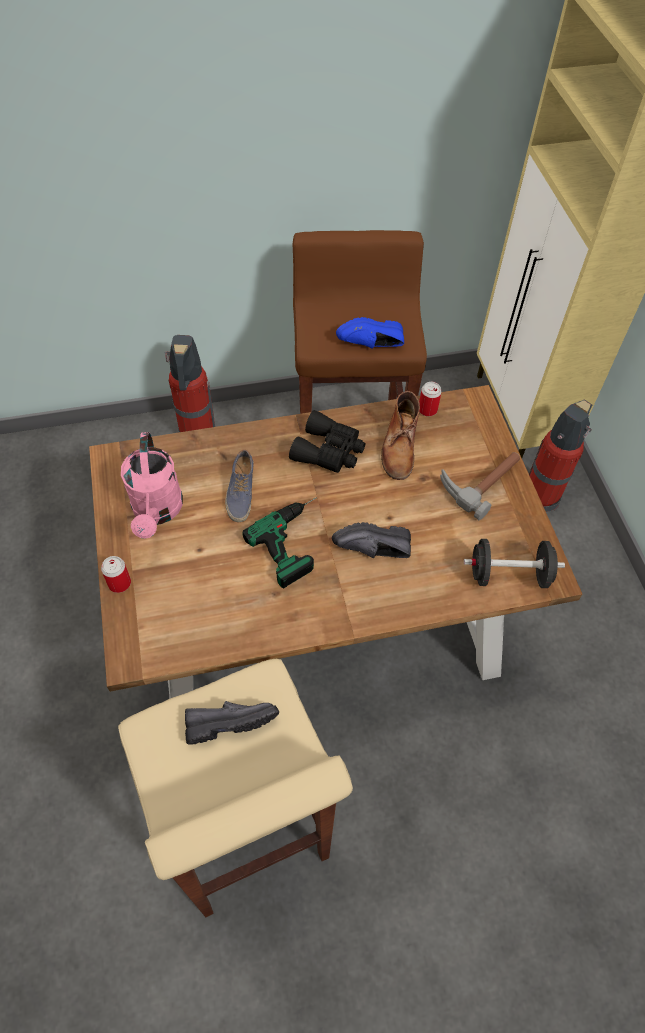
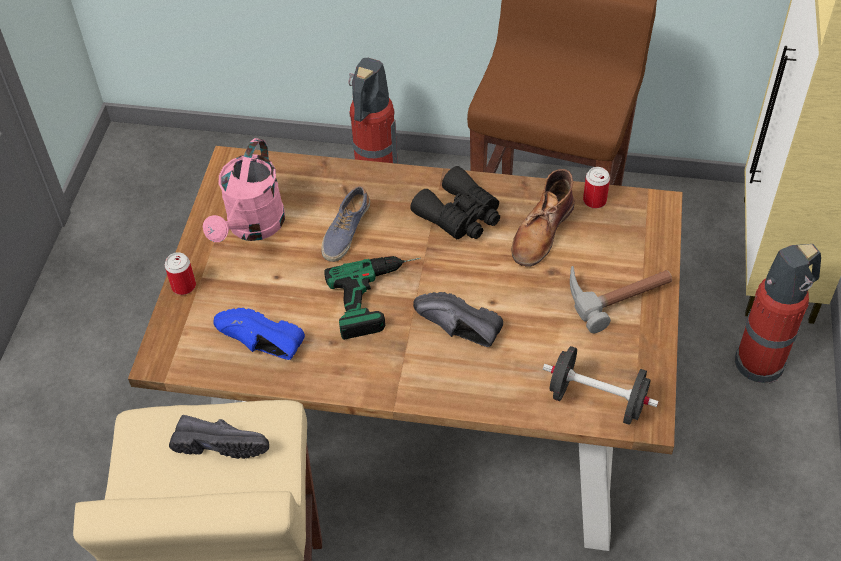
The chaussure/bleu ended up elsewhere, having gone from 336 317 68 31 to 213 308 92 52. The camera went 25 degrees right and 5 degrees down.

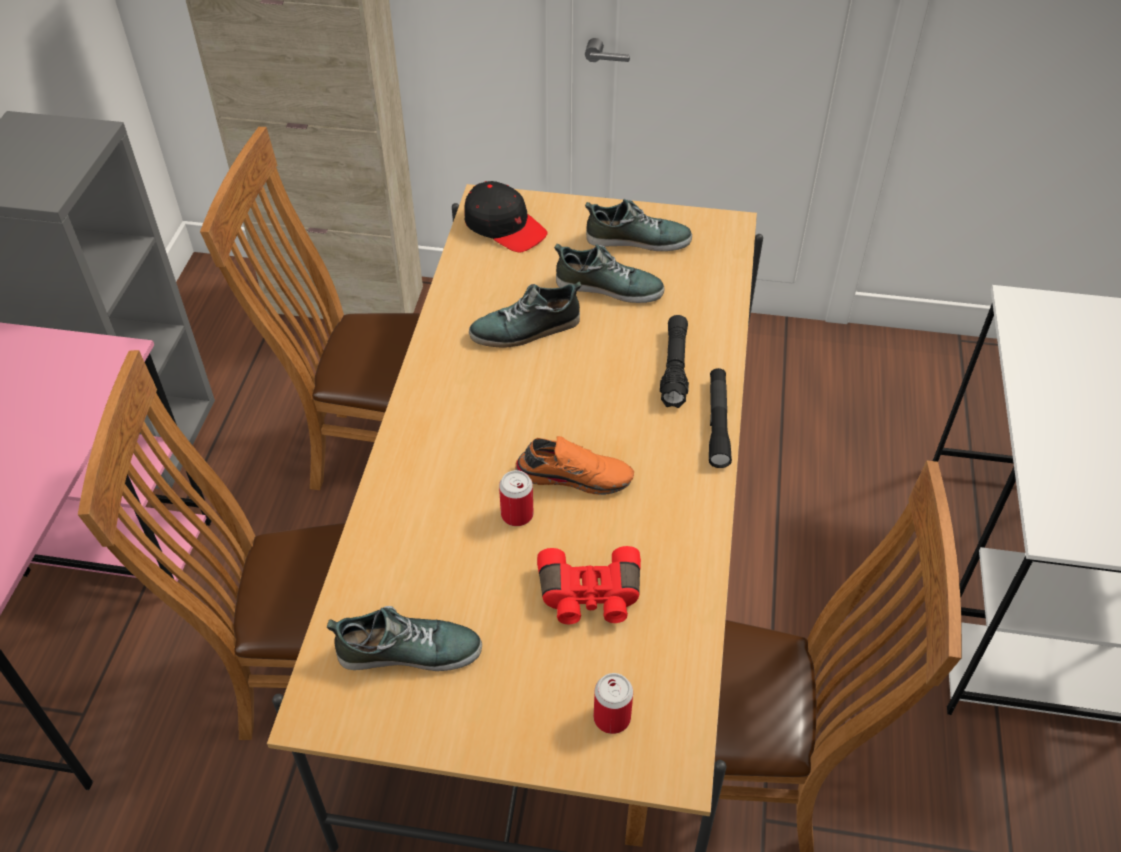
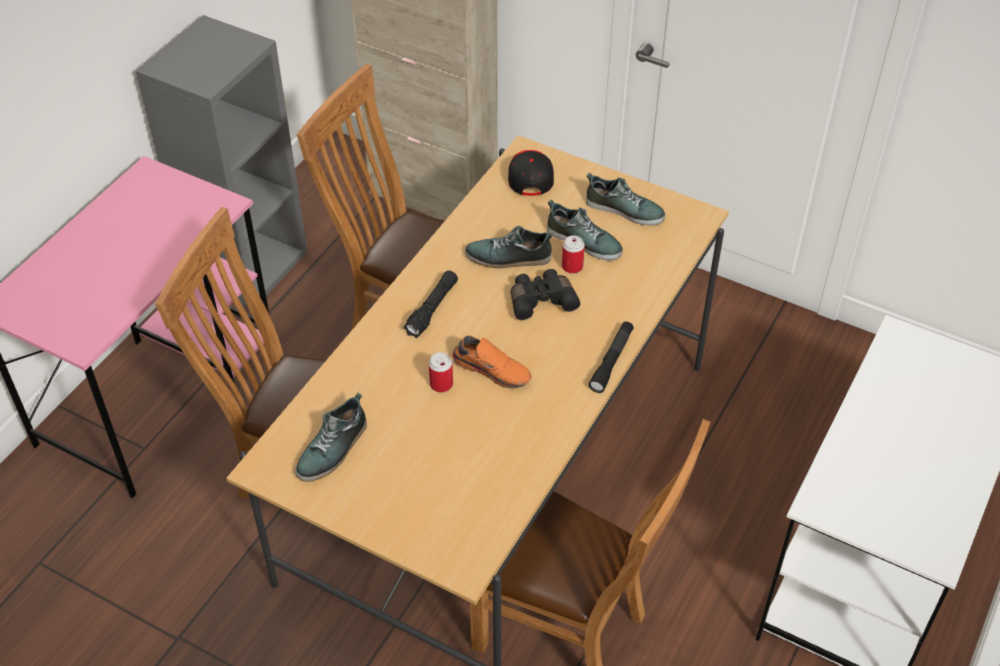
The chaussure at 327 606 155 65 ended up facing another way, 105 degrees clockwise from before. The casquette/noir at 464 181 84 72 ended up facing another way, 150 degrees counterclockwise from before. The second view lost the jumelles/rouge at 537 546 104 78. The boîte métallique ended up elsewhere, having gone from 594 673 39 61 to 562 235 23 39. The lampe de poche/noir ended up elsewhere, having gone from 660 315 29 93 to 404 271 54 67. The second view gained the jumelles/noir at 510 269 70 51. The camera went 20 degrees right and 0 degrees up.

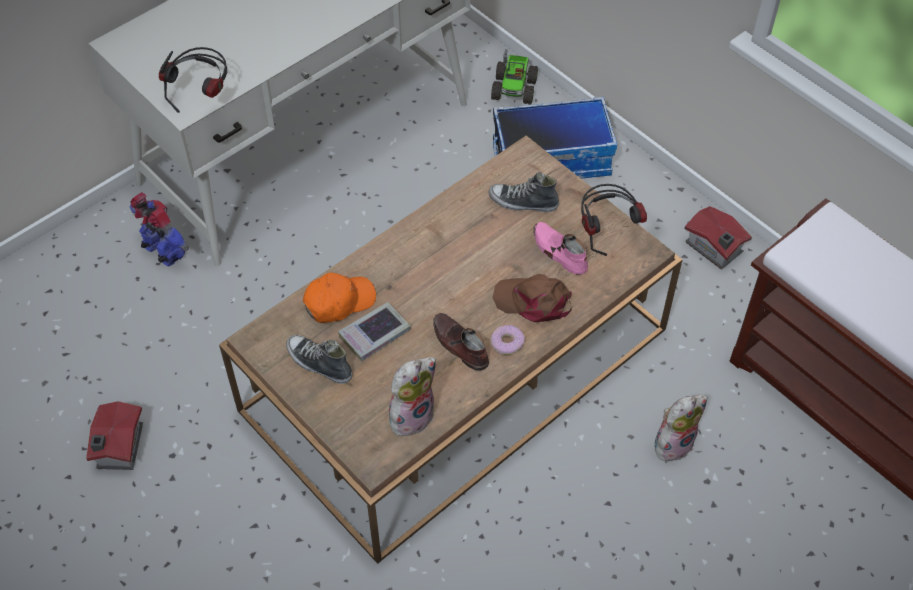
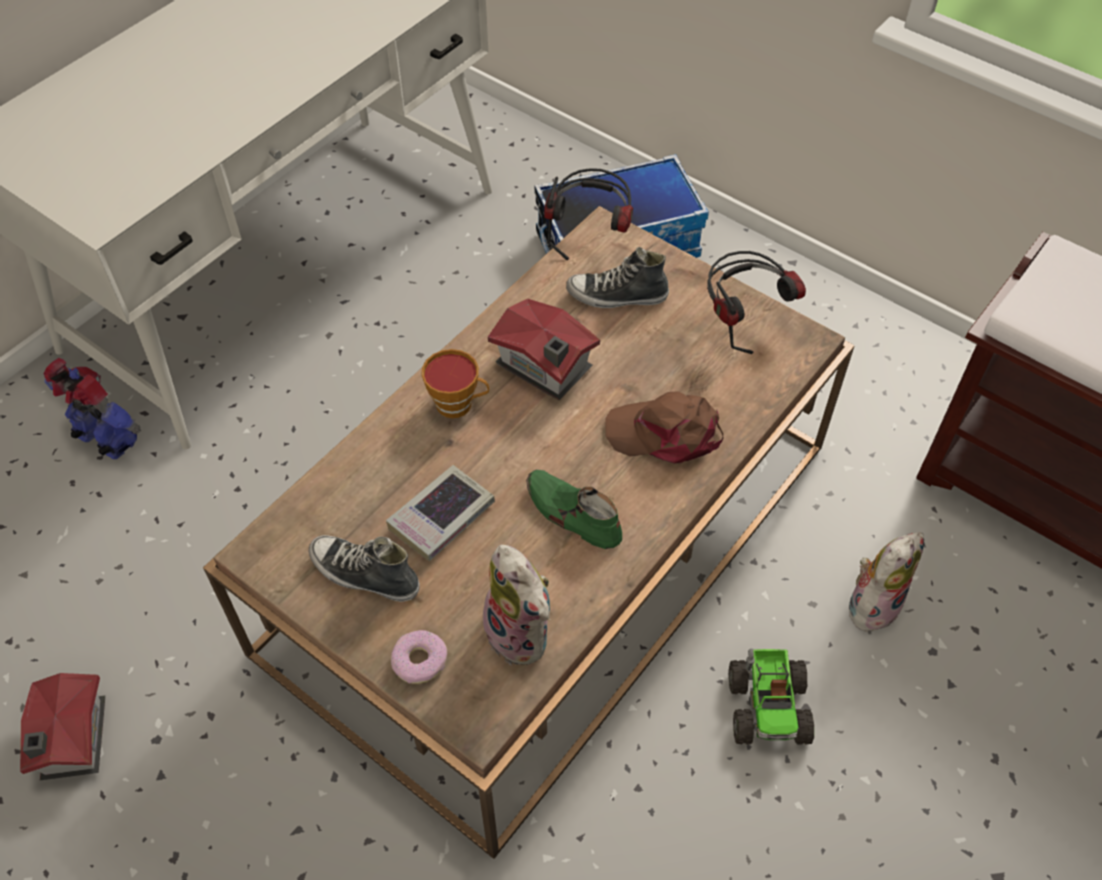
The casque audio ended up elsewhere, having gone from 159 47 68 66 to 544 168 89 92. The second view lost the casquette/orange at 303 272 73 51. The peluche at 389 357 47 81 ended up facing another way, 105 degrees clockwise from before. What was the chaussure/marron at 433 313 56 58 turned into the chaussure/vert at 526 470 96 79. The camion jouet ended up elsewhere, having gone from 491 49 47 55 to 729 649 85 96. The beignet ended up elsewhere, having gone from 491 325 34 30 to 391 630 56 54. The second view lost the chaussure/rose at 534 222 54 53. The maison miniature ended up elsewhere, having gone from 684 206 68 64 to 488 299 112 102. The second view gained the tasse at 421 349 68 69. The camera went 10 degrees left and 0 degrees up.

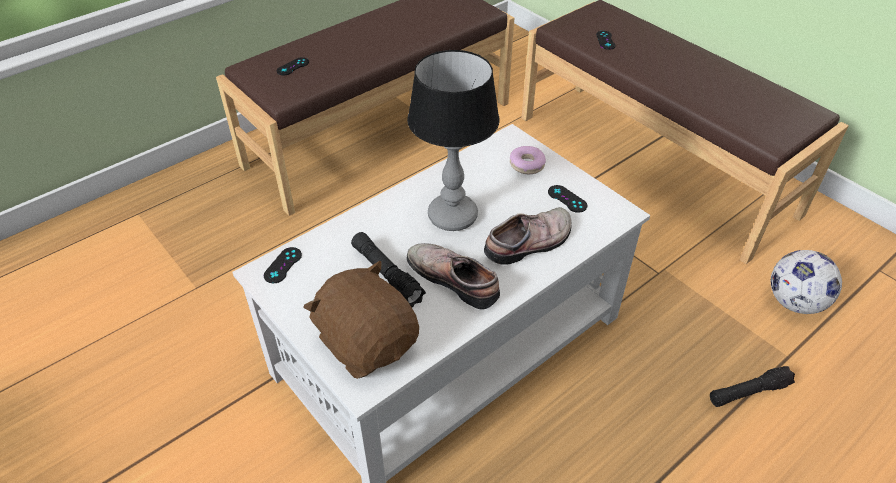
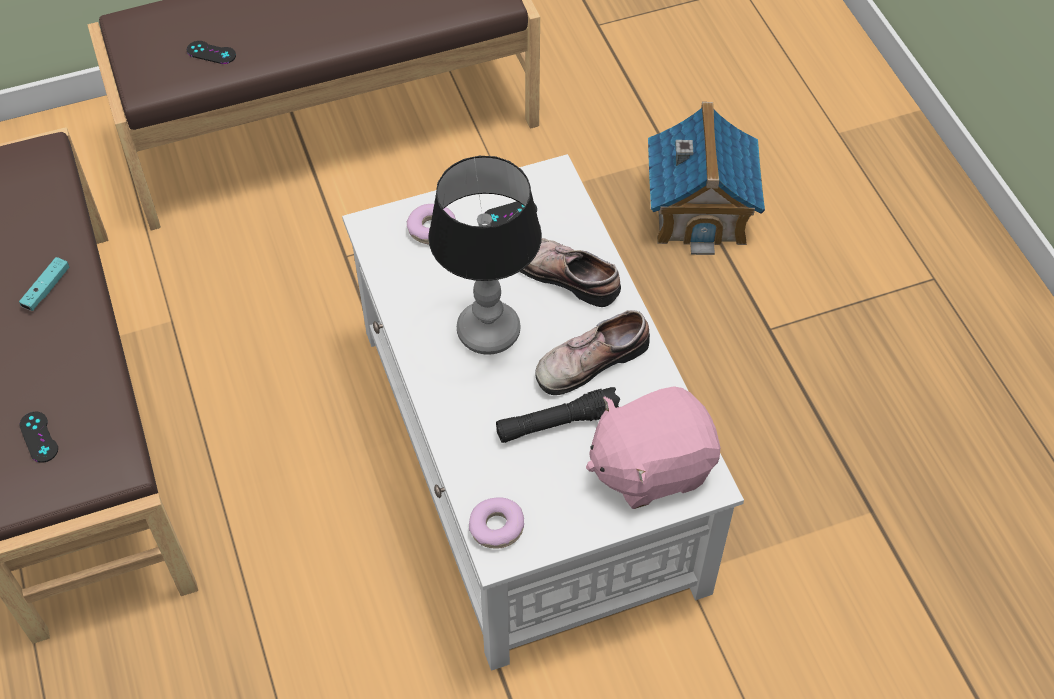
Where the manette/noir stood at 264 247 38 36, the beignet came to stand at 469 497 55 52. What was the peluche/marron at 303 261 116 118 turned into the peluche/rose at 586 386 134 123. The chaussure at 484 207 87 58 ended up facing another way, 45 degrees counterclockwise from before. Where the lampe de poche/noir stood at 710 366 85 41, the maison miniature came to stand at 648 102 117 153. The second view lost the ballon de foot at 771 250 71 64. The second view gained the manette/turquoise at 19 257 50 54. The camera went 70 degrees left and 10 degrees up.

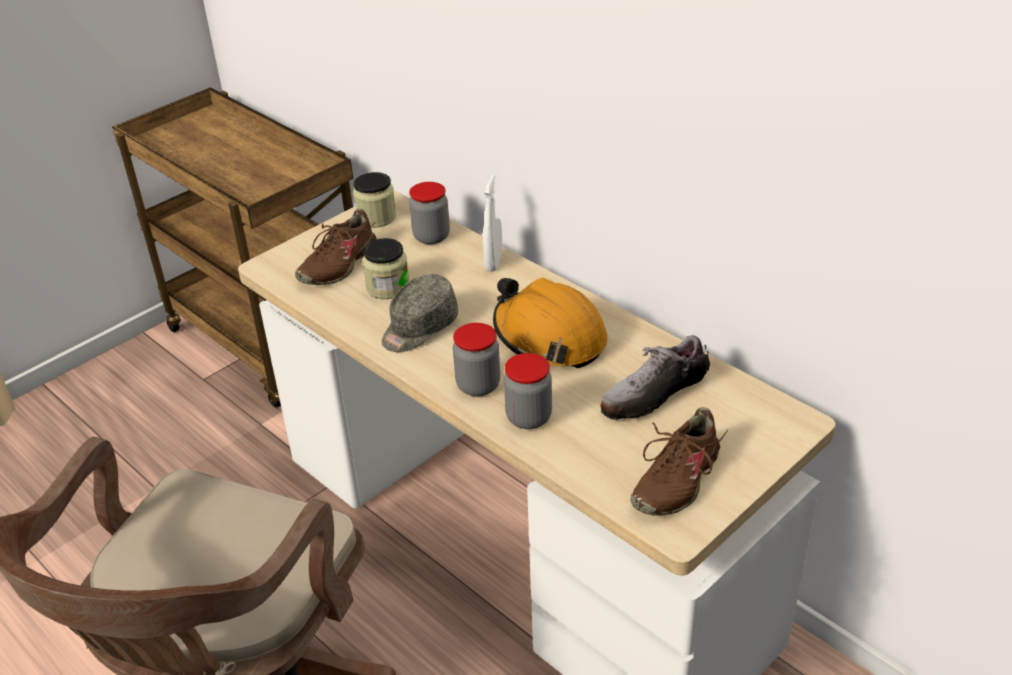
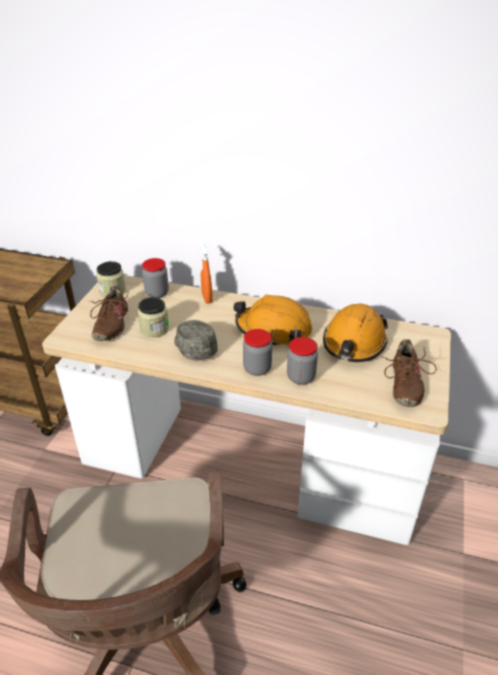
The casquette/gris at 382 274 76 78 ended up facing another way, 135 degrees clockwise from before. What was the vaporisateur/blanc at 483 174 19 98 turned into the vaporisateur/orange at 201 243 11 61. Where the chaussure stood at 600 335 110 85, the casque de chantier/orange came to stand at 323 303 65 59. The camera went 30 degrees left and 0 degrees up.

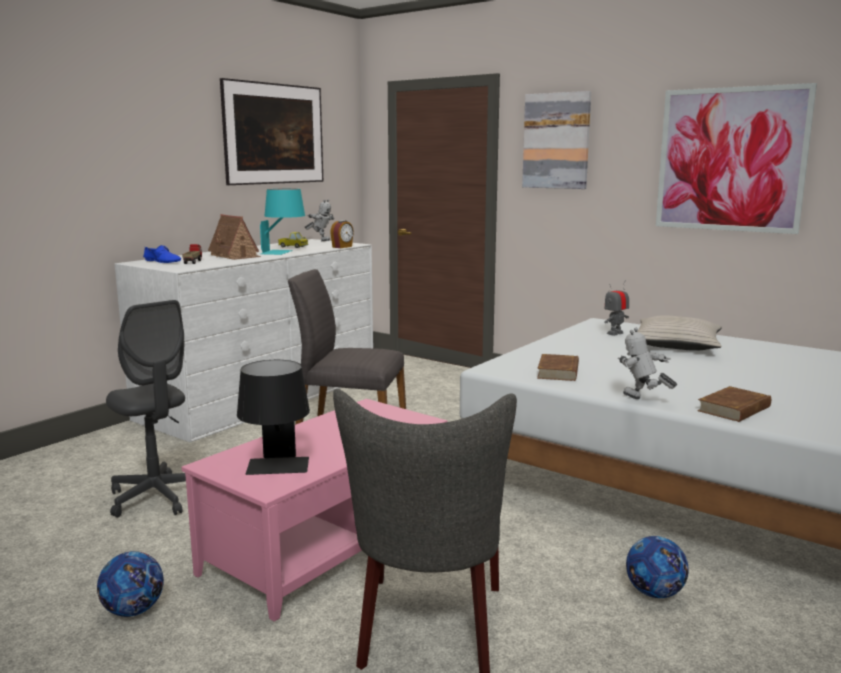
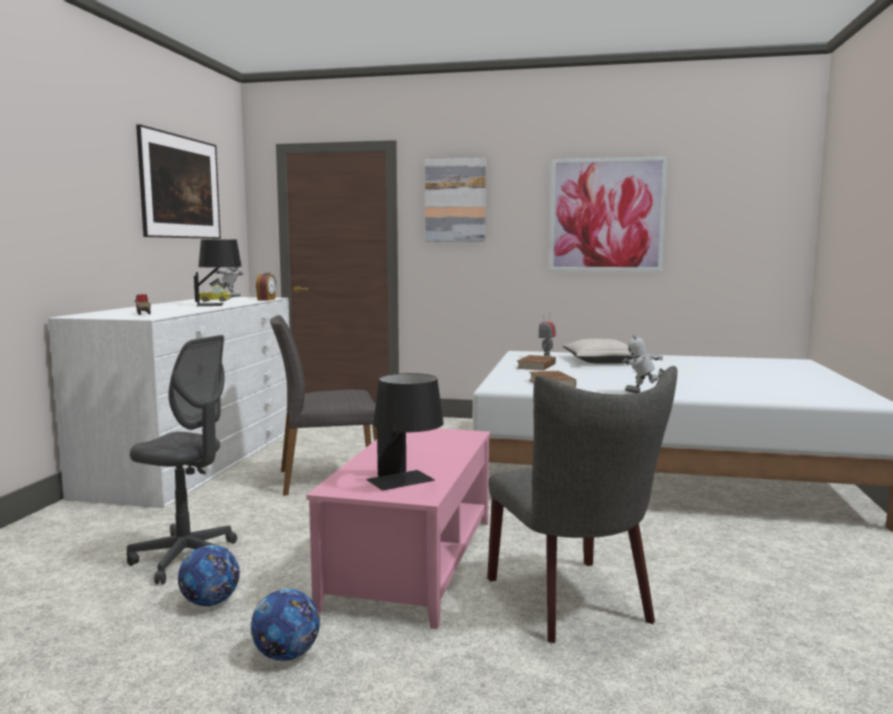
The second view lost the chaussure/bleu at 143 245 38 18. The second view lost the maison miniature at 208 214 53 46. What was the lampe de table/turquoise at 260 189 45 66 turned into the lampe de table/noir at 194 239 48 67. The ballon de foot ended up elsewhere, having gone from 626 536 63 62 to 178 545 62 61. The livre/marron ended up elsewhere, having gone from 697 386 74 36 to 516 355 40 15. The camera went 25 degrees left and 5 degrees down.

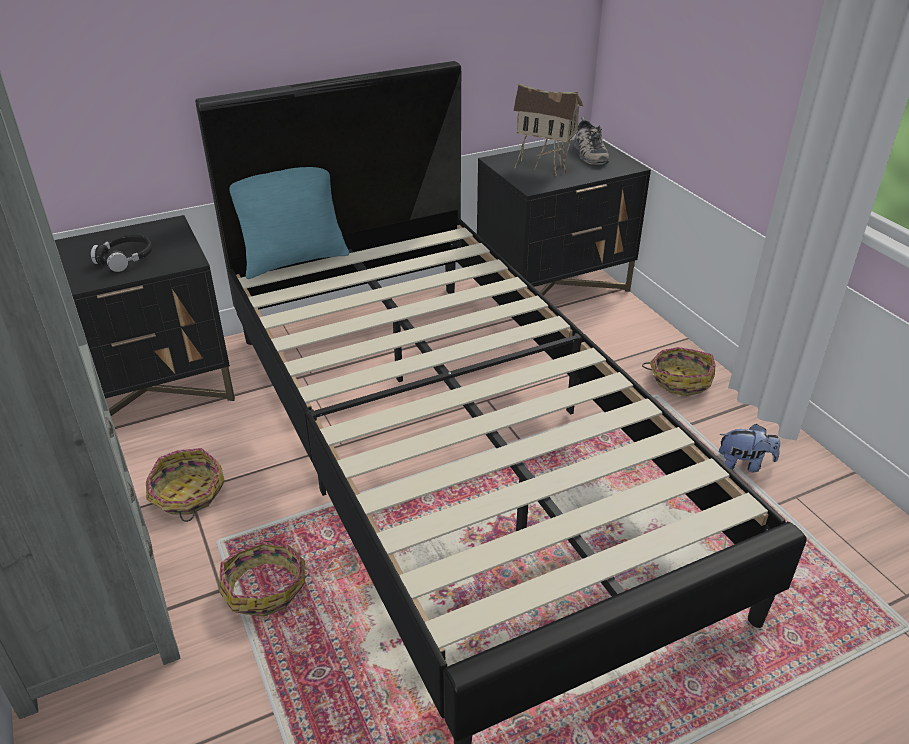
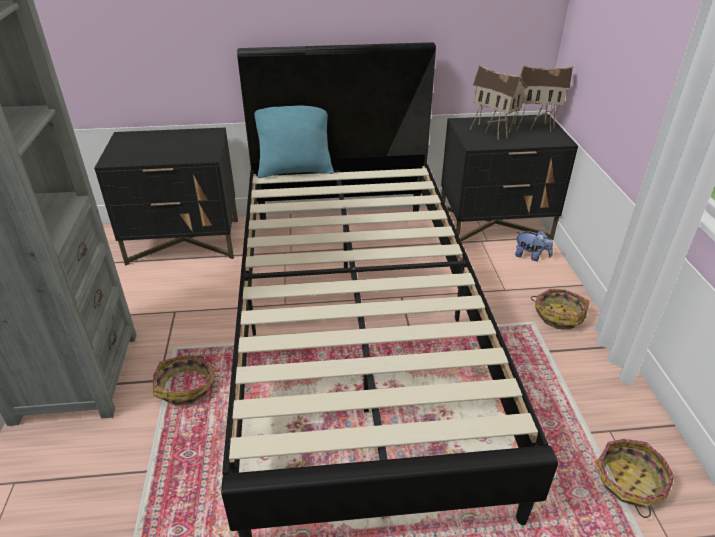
The second view lost the casque audio/noir at 91 235 61 37. The panier ended up elsewhere, having gone from 146 448 79 74 to 596 439 78 79. Where the chaussure stood at 574 117 35 48, the maison miniature came to stand at 514 65 60 67. The peluche ended up elsewhere, having gone from 719 424 61 48 to 515 230 38 31. The camera went 20 degrees right and 0 degrees up.

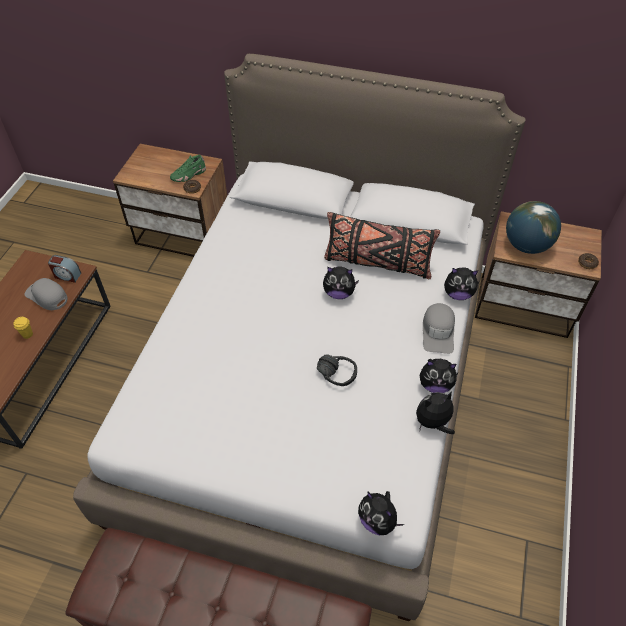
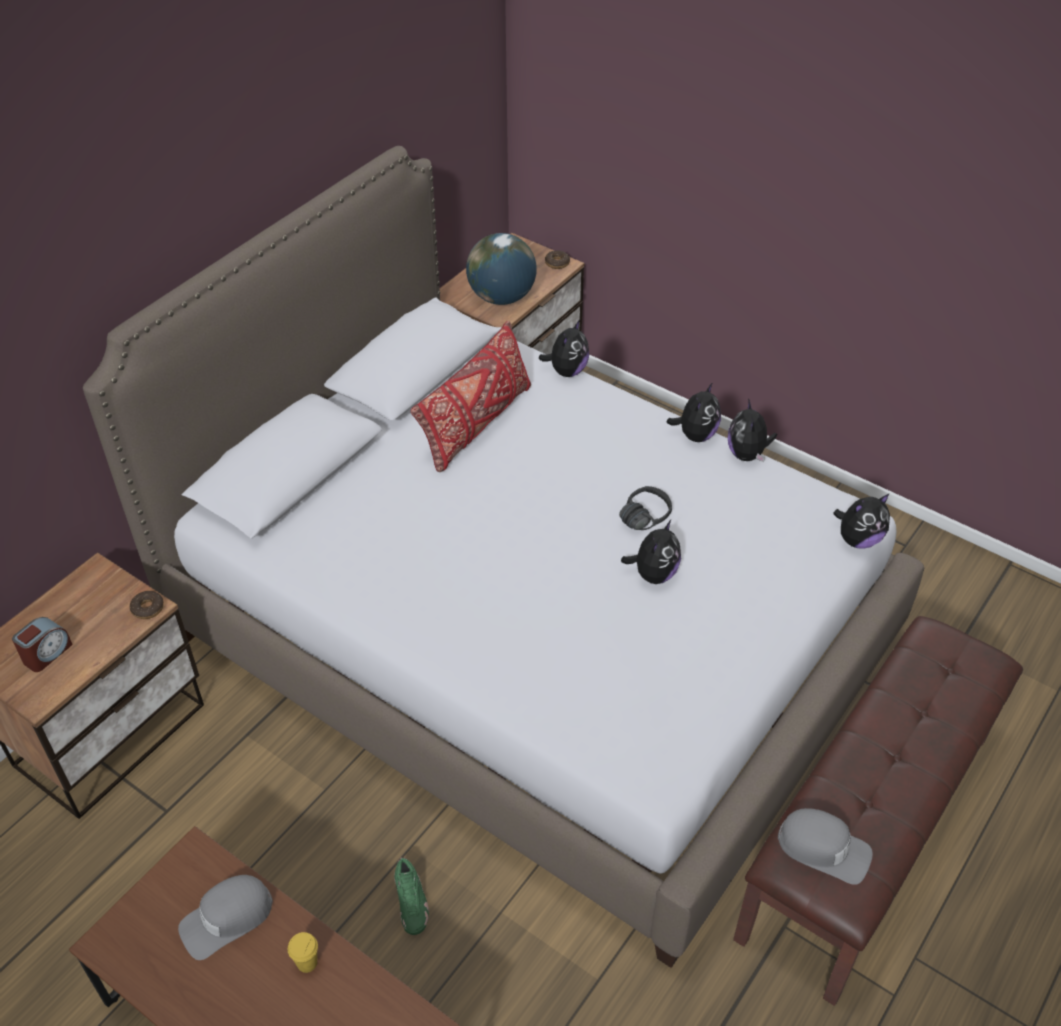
The réveil ended up elsewhere, having gone from 48 255 33 28 to 12 617 61 55. The chaussure/vert ended up elsewhere, having gone from 170 155 36 27 to 394 857 35 78. The peluche ended up elsewhere, having gone from 323 266 36 33 to 621 520 60 64. What was the coussin/noir at 324 212 116 67 turned into the coussin/rouge at 411 321 120 151. The casquette/gris ended up elsewhere, having gone from 423 303 32 51 to 778 808 95 77. The camera went 70 degrees left and 5 degrees down.

